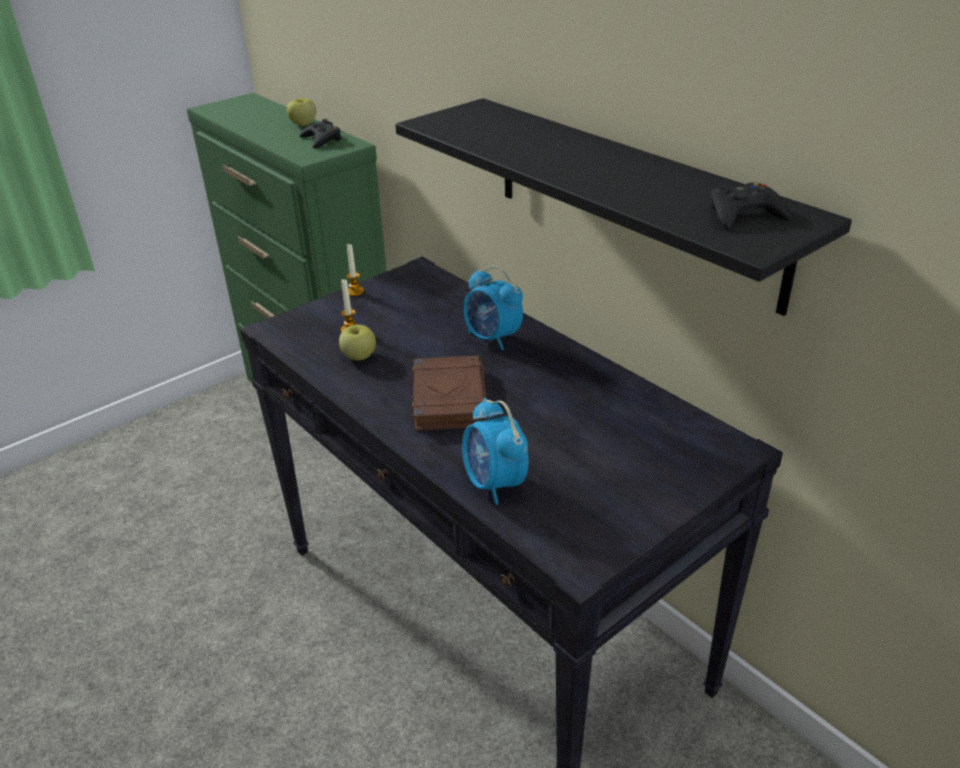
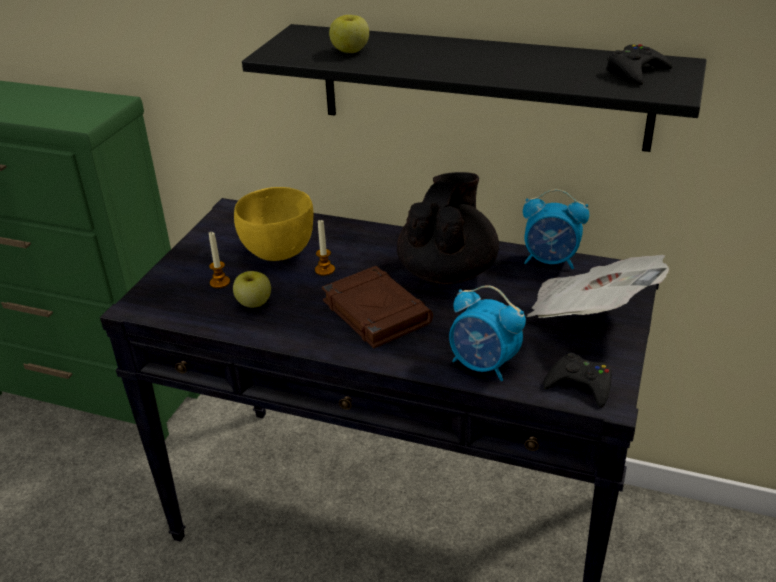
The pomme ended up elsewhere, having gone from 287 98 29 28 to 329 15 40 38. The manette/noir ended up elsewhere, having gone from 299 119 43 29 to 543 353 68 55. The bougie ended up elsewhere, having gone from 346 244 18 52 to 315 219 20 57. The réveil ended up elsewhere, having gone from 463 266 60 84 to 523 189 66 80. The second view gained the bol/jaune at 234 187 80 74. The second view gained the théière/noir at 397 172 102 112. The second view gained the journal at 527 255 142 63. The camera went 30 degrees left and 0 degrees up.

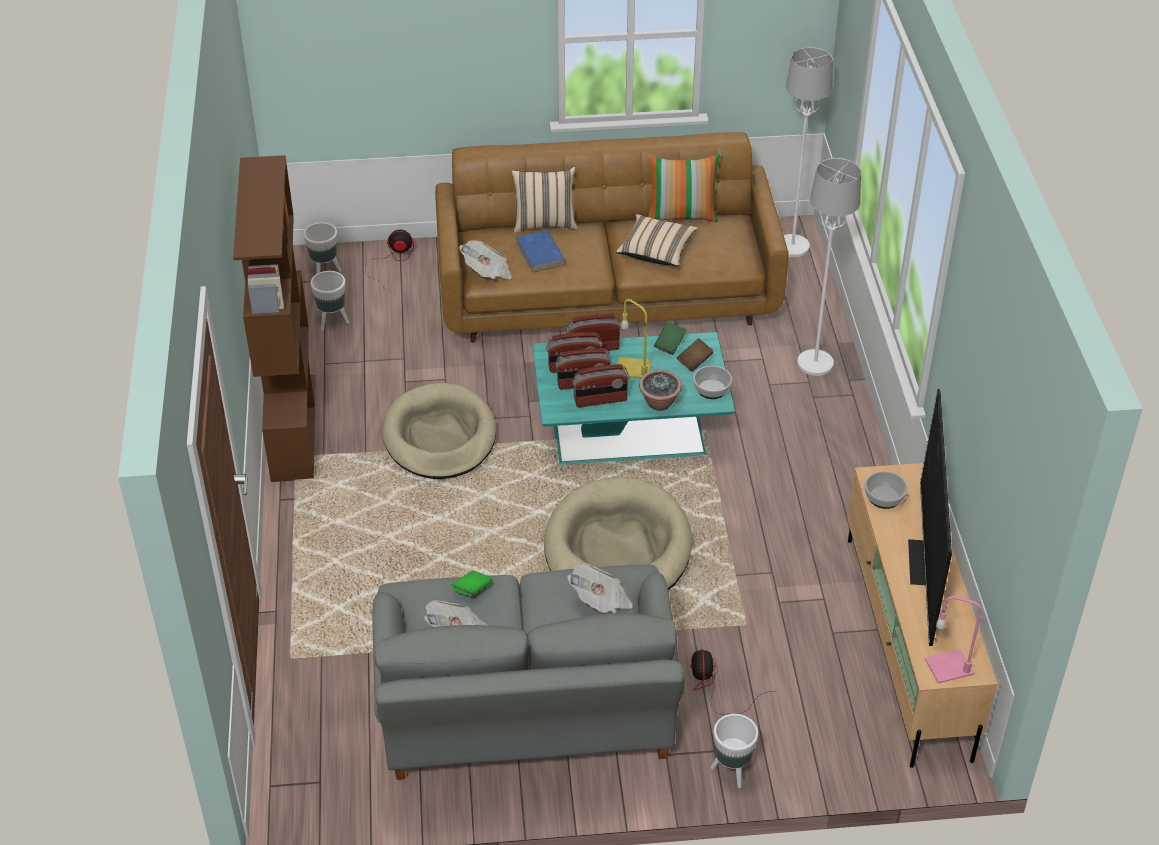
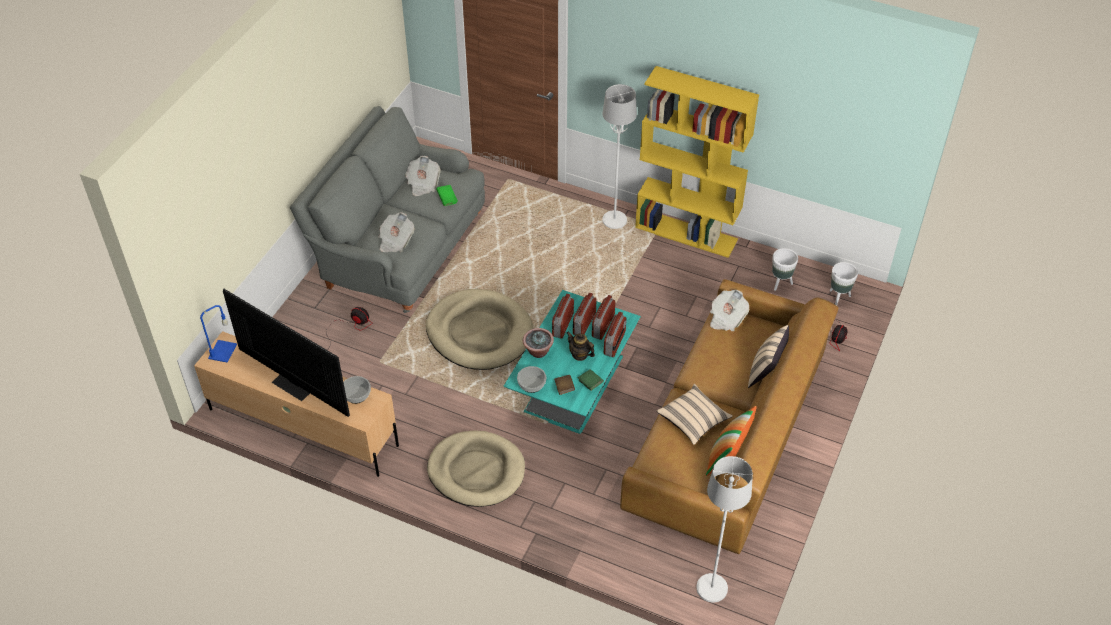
What was the bibliothèque/marron at 233 155 82 327 turned into the bibliothèque/jaune at 635 66 124 192. The panier pour chien/beige ended up elsewhere, having gone from 382 383 114 96 to 427 430 98 77. The second view lost the livre/bleu at 516 230 50 43. Where the lampe de table/jaune stood at 618 299 33 79, the théière came to stand at 567 332 28 29. The second view lost the cache-pot/blanc at 711 714 47 74. The lampadaire/blanc ended up elsewhere, having gone from 797 157 64 219 to 602 84 35 145. What was the lampe de table/rose at 925 596 57 87 turned into the lampe de table/bleu at 200 305 37 58. The camera went 120 degrees right and 5 degrees up.

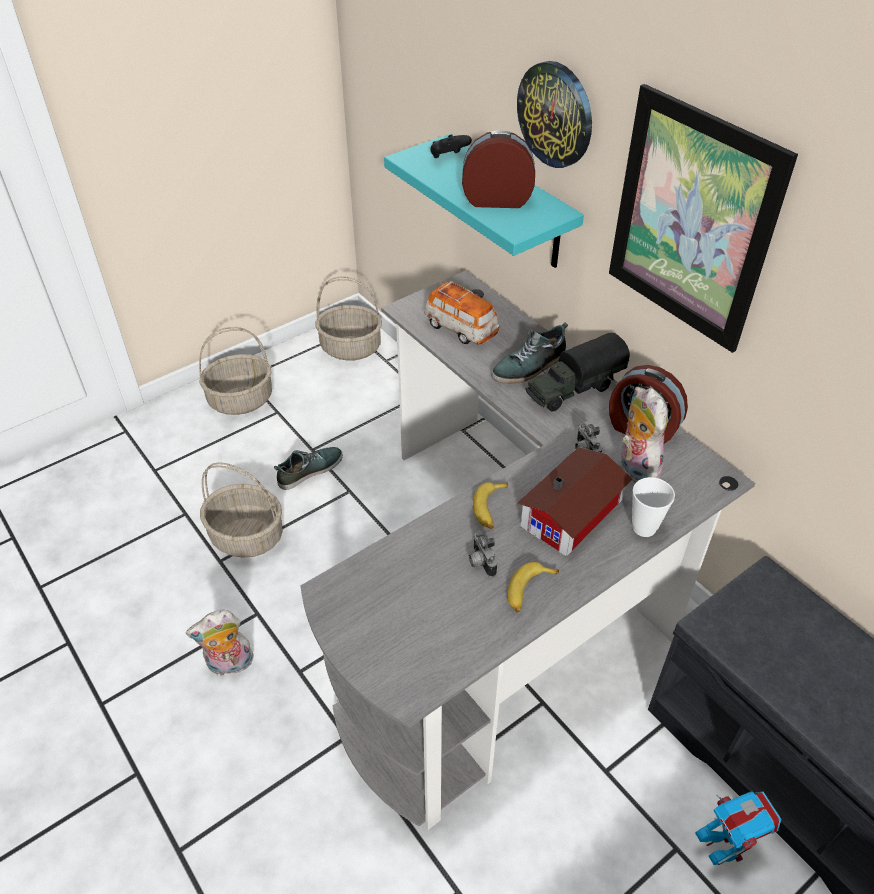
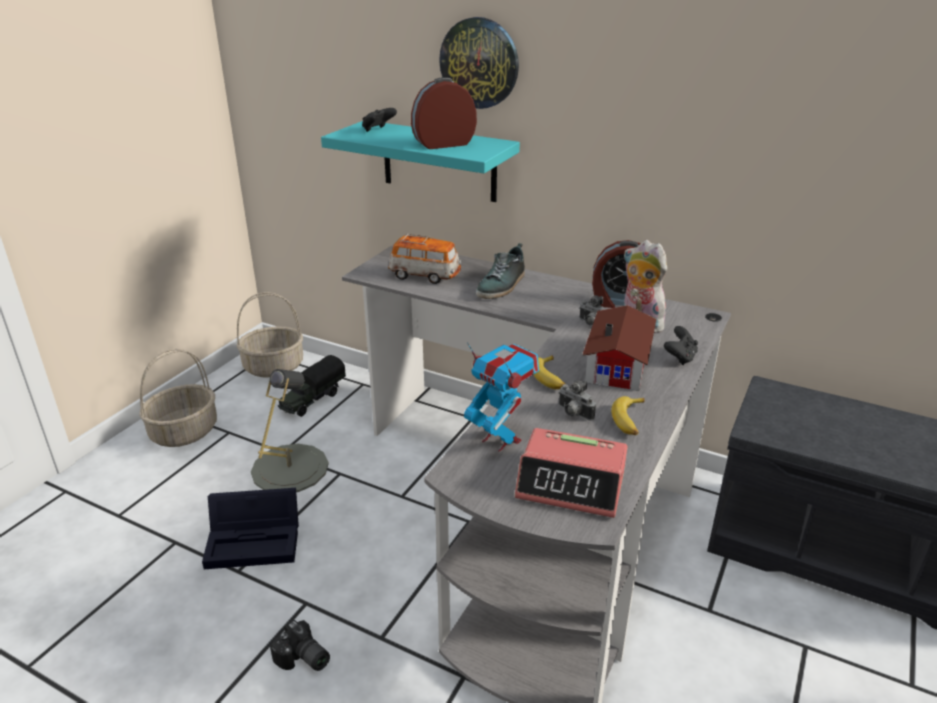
Where the peluche stood at 186 610 68 66, the appareil photo came to stand at 270 619 60 52. Where the panier stood at 200 462 83 96, the boîte de rangement/noir came to stand at 202 488 97 81. Where the chaussure stood at 274 447 69 43, the lampe de table/gris came to stand at 251 369 78 123. The camion jouet ended up elsewhere, having gone from 526 332 104 80 to 278 355 68 62. The second view lost the tableau at 609 84 189 269. Where the tasse stood at 632 477 43 60, the manette/noir came to stand at 664 326 34 39. The robot jouet ended up elsewhere, having gone from 695 791 86 74 to 464 342 75 110. The second view gained the réveil at 515 428 113 90. The camera went 25 degrees left and 15 degrees down.

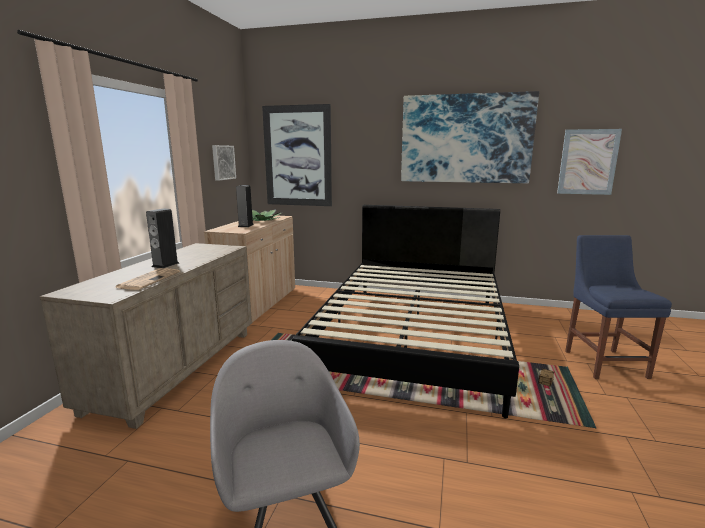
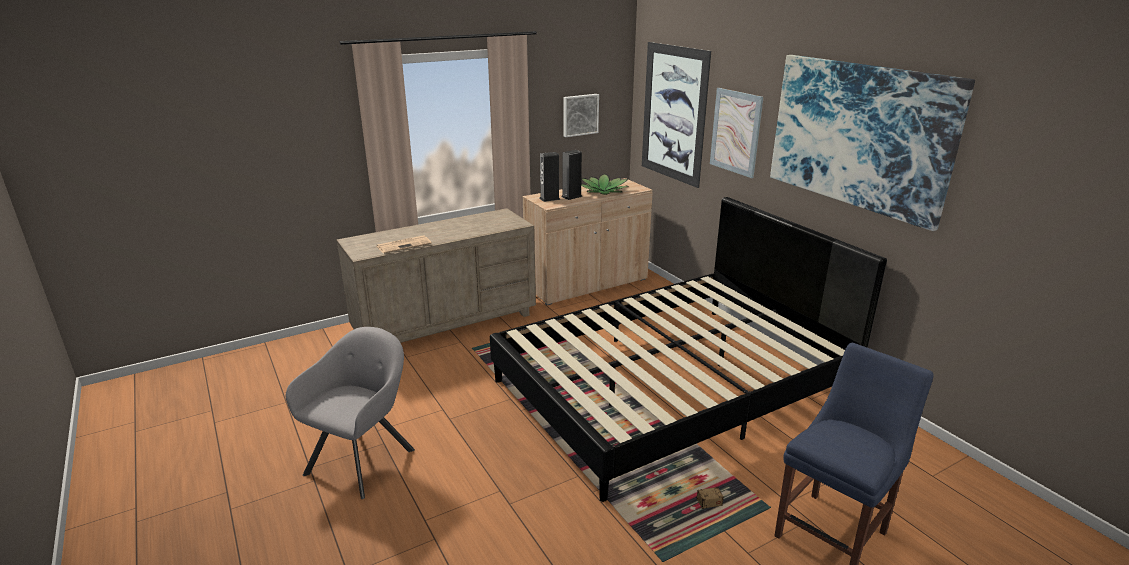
The enceinte ended up elsewhere, having gone from 146 209 33 59 to 539 152 21 50. The tableau ended up elsewhere, having gone from 557 129 65 66 to 710 88 54 90. The camera went 45 degrees right and 10 degrees up.

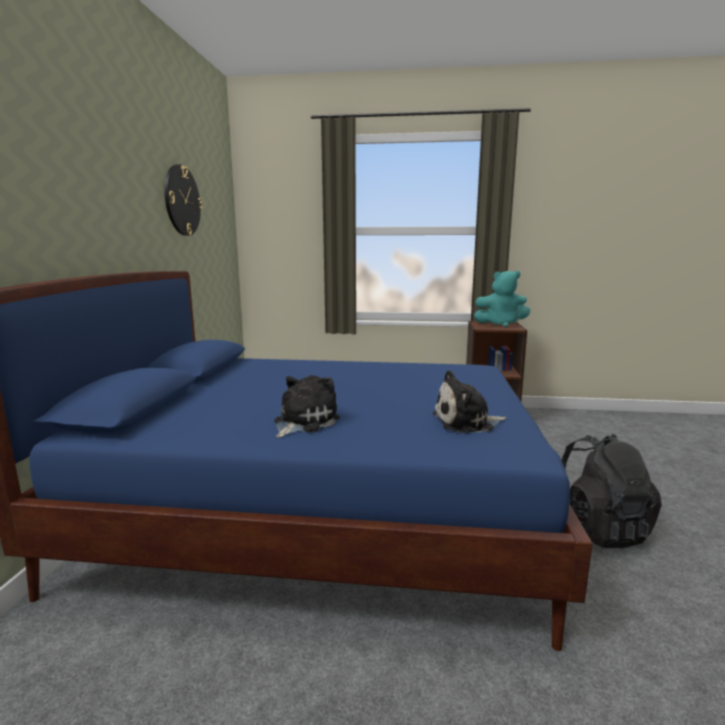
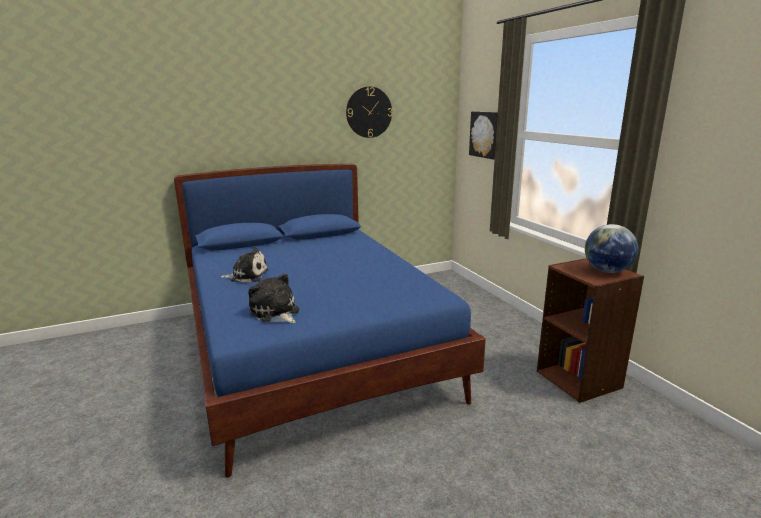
Where the peluche/turquoise stood at 474 271 57 56, the globe came to stand at 585 224 53 49. The second view lost the sac à dos/noir at 561 434 101 114. The second view gained the tableau at 469 111 29 49. The camera went 60 degrees right and 5 degrees up.

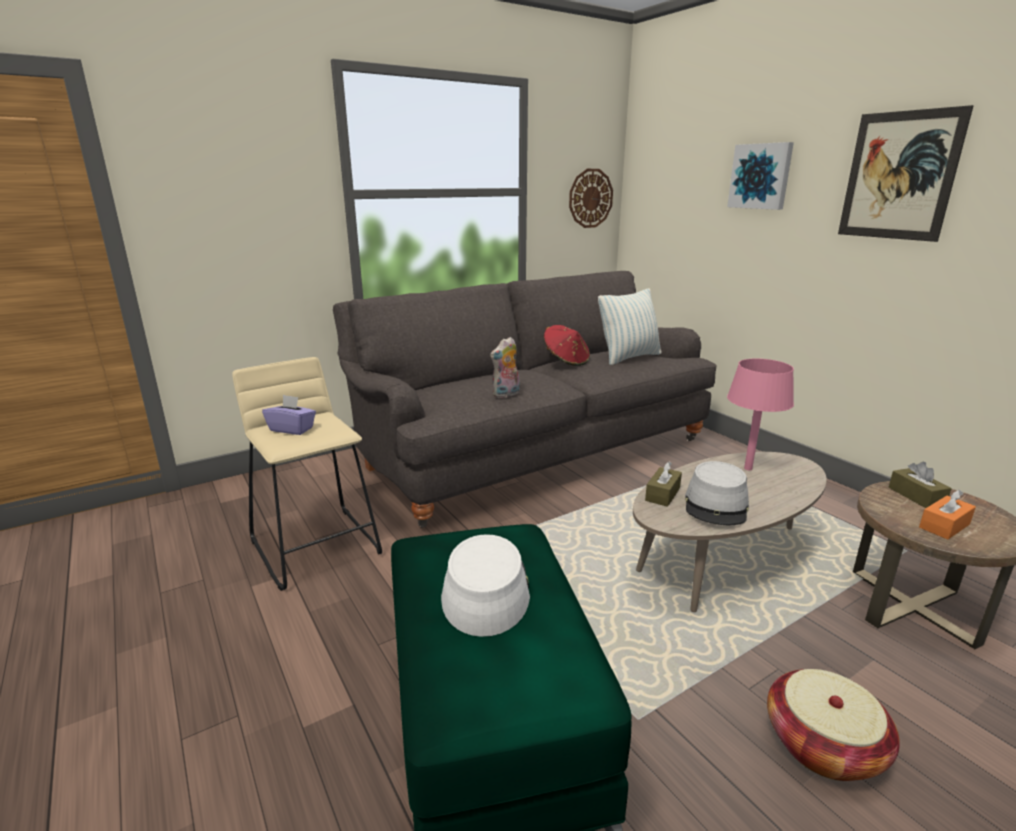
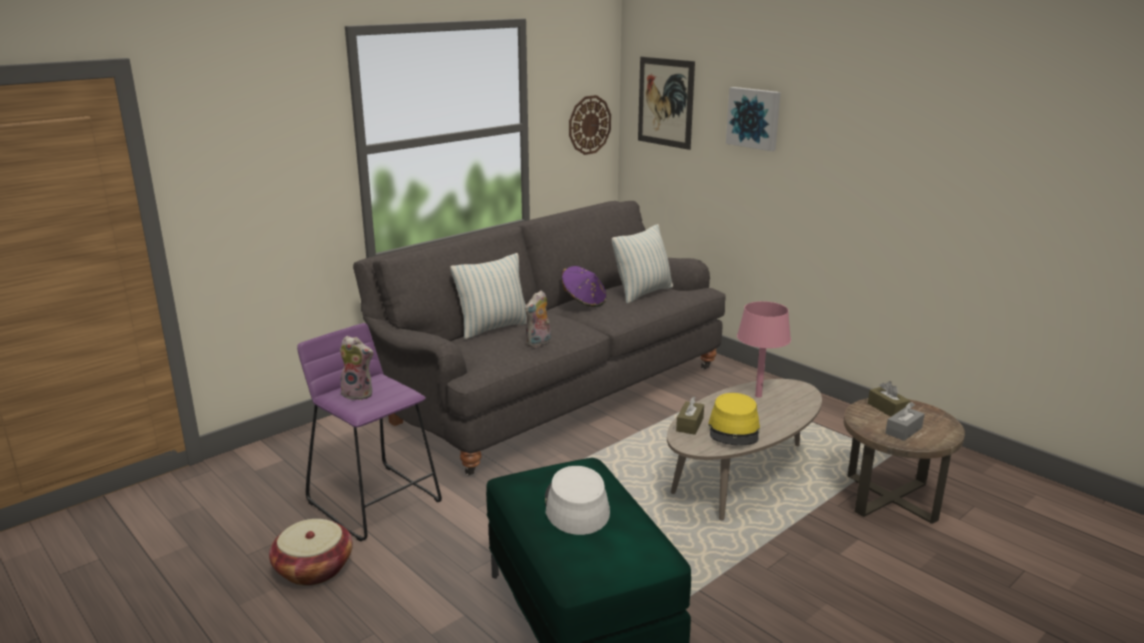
What was the tabouret/beige at 232 357 150 234 turned into the tabouret/violet at 297 323 145 218. Where the boîte à mouchoirs/violet stood at 262 395 54 40, the peluche came to stand at 340 336 33 64. What was the chapeau/rouge at 544 325 46 41 turned into the chapeau/violet at 562 266 45 41. What was the chapeau/gris at 685 461 64 64 turned into the chapeau/jaune at 708 393 52 53. The panier ended up elsewhere, having gone from 767 669 133 112 to 269 519 84 67. The tableau ended up elsewhere, having gone from 838 105 136 137 to 638 57 57 93. What was the boîte à mouchoirs/orange at 919 490 57 50 turned into the boîte à mouchoirs/gris at 886 402 39 39. The second view gained the coussin at 450 253 77 86. The camera went 10 degrees left and 0 degrees up.

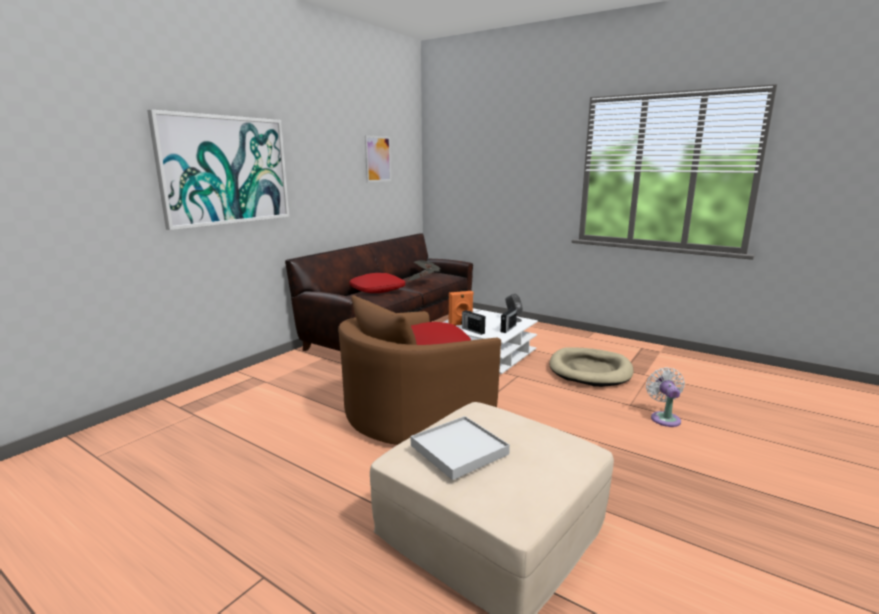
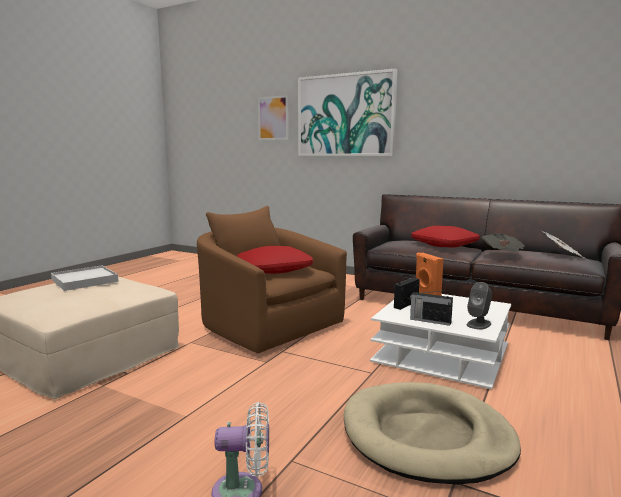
The tableau ended up elsewhere, having gone from 365 135 26 47 to 258 95 30 45. The camera went 85 degrees right and 5 degrees down.

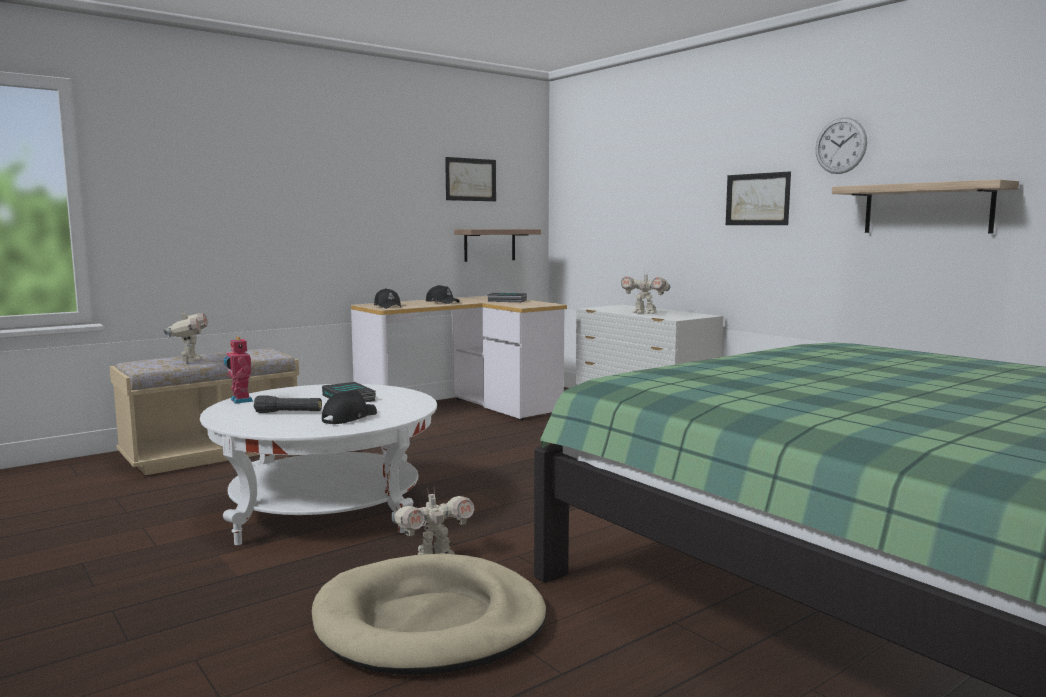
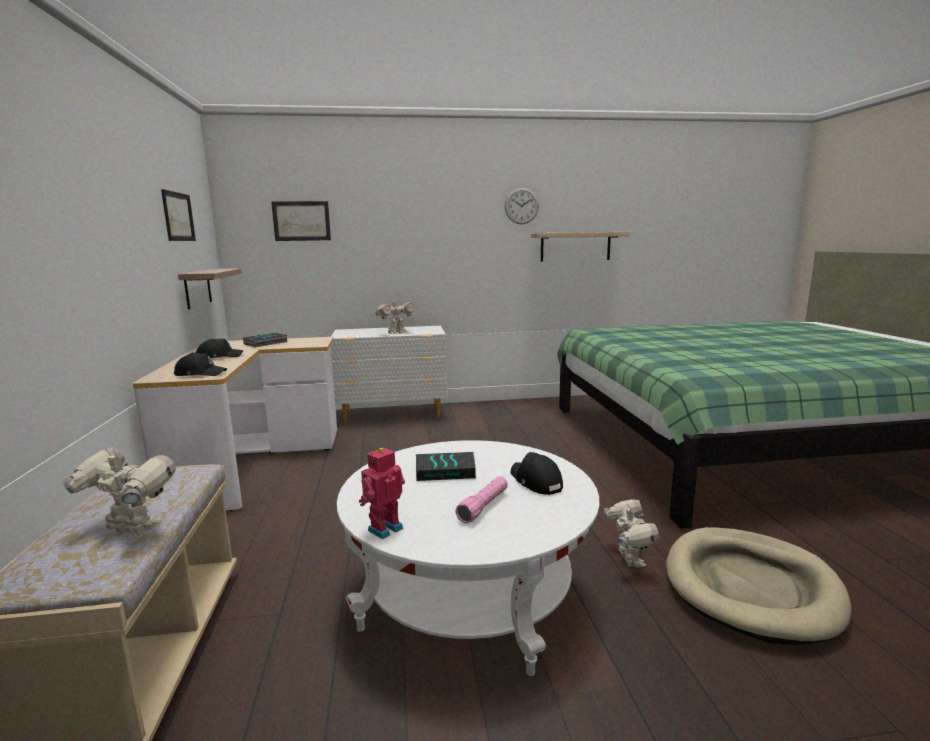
The robot jouet at 224 337 29 67 ended up facing another way, 135 degrees clockwise from before. What was the lampe de poche/noir at 254 395 68 18 turned into the lampe de poche/rose at 455 477 53 46. The tableau ended up elsewhere, having gone from 726 171 65 54 to 271 201 60 40. The camera went 60 degrees left and 5 degrees up.

